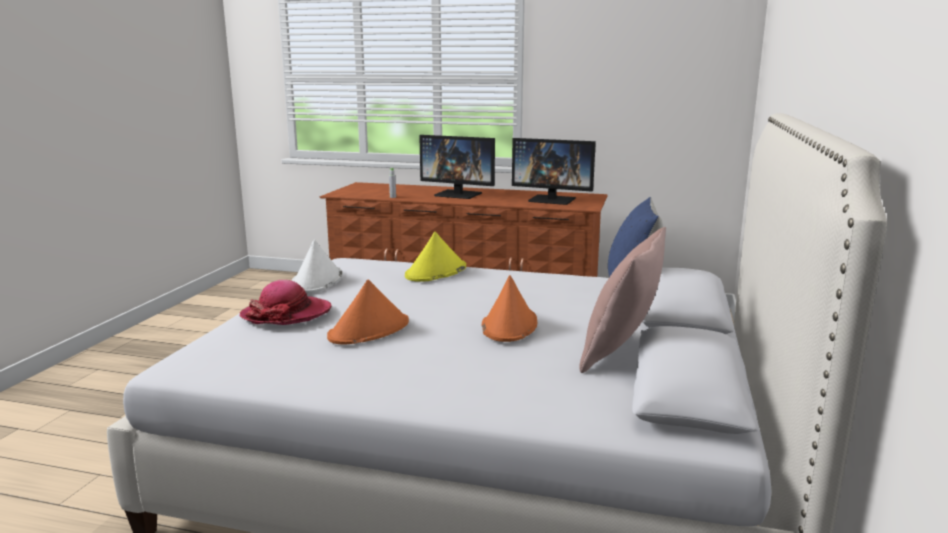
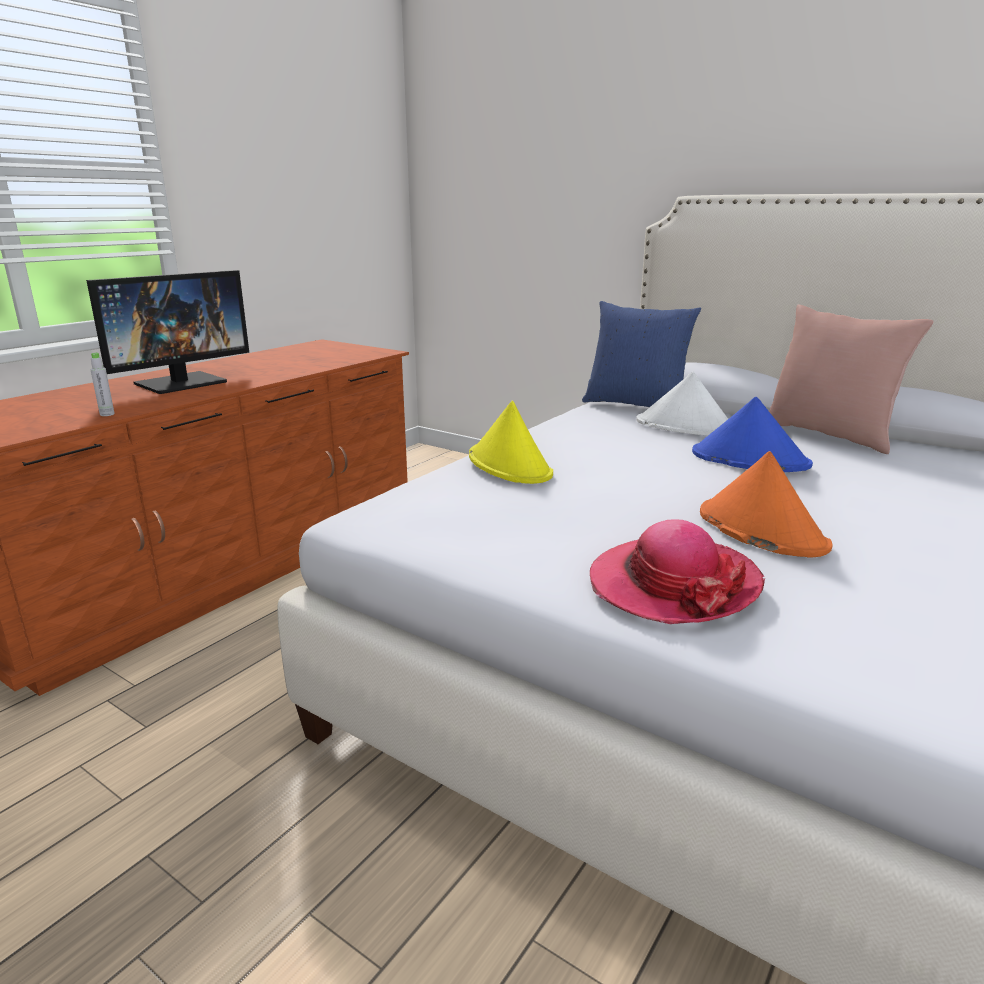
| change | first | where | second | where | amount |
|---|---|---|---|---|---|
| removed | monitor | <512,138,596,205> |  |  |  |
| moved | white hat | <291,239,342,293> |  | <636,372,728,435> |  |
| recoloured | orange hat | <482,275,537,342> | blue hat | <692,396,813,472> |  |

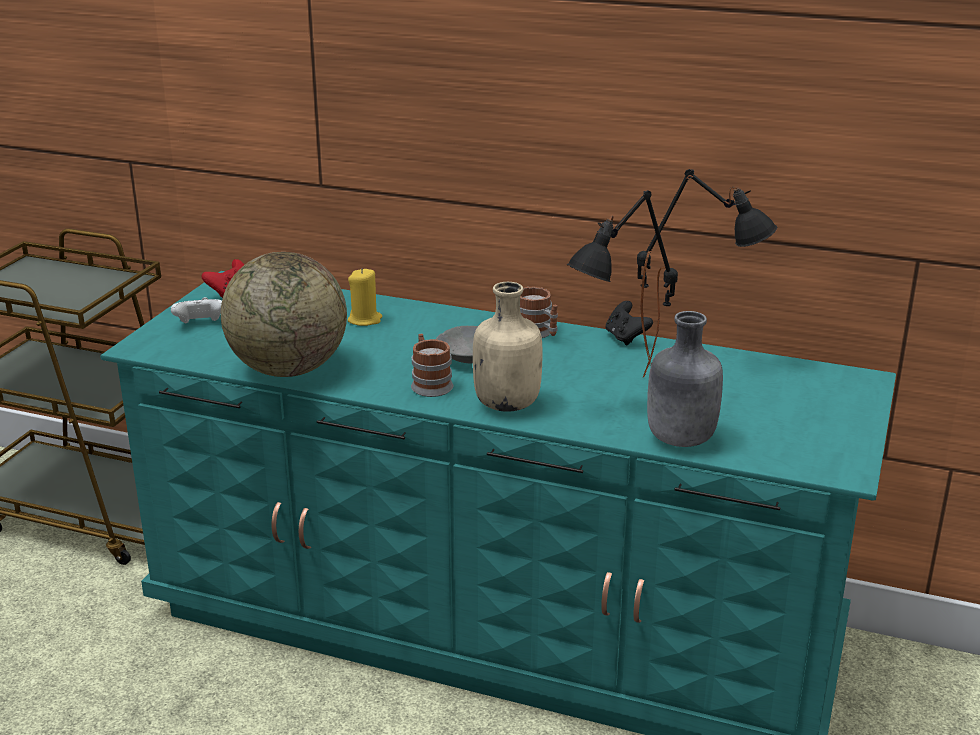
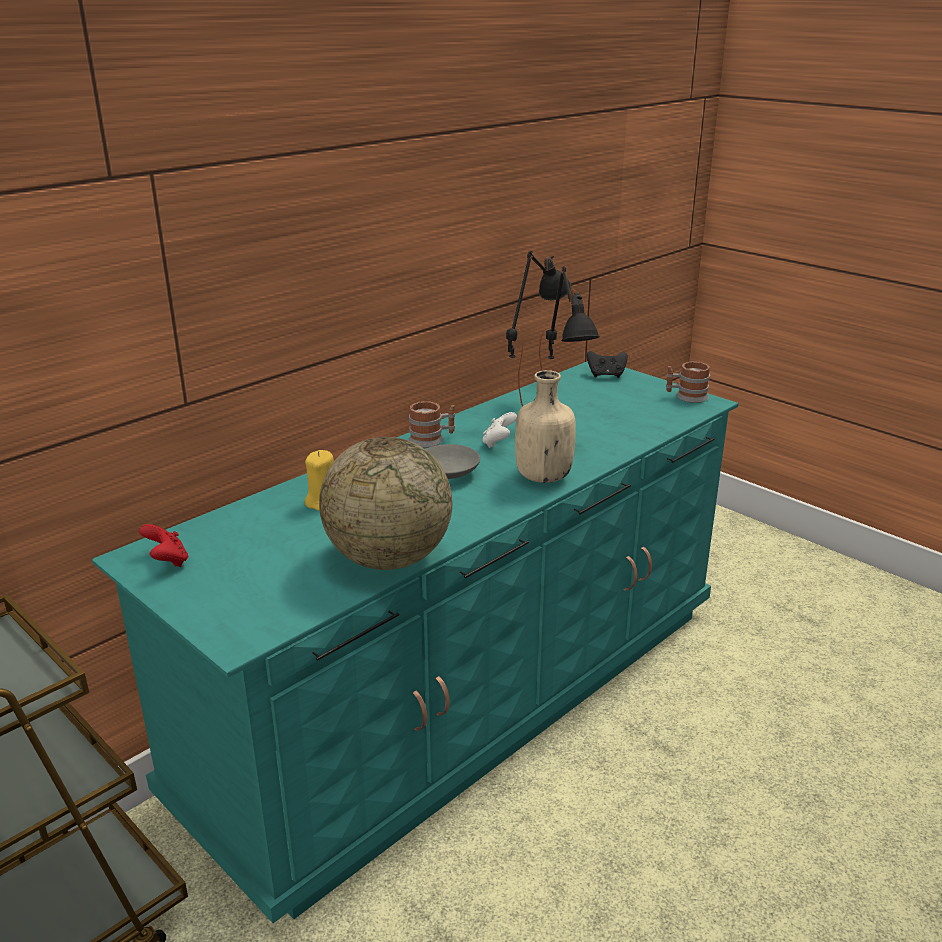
| change | first | where | second | where | amount |
|---|---|---|---|---|---|
| removed | grey bottle | <647,311,723,447> |  |  |  |
| moved | white game controller | <171,297,222,323> |  | <482,412,517,448> |  |
| moved | mug | <411,334,453,397> |  | <666,362,710,403> |  |
| moved | black game controller | <605,301,653,345> |  | <587,351,628,378> |  |

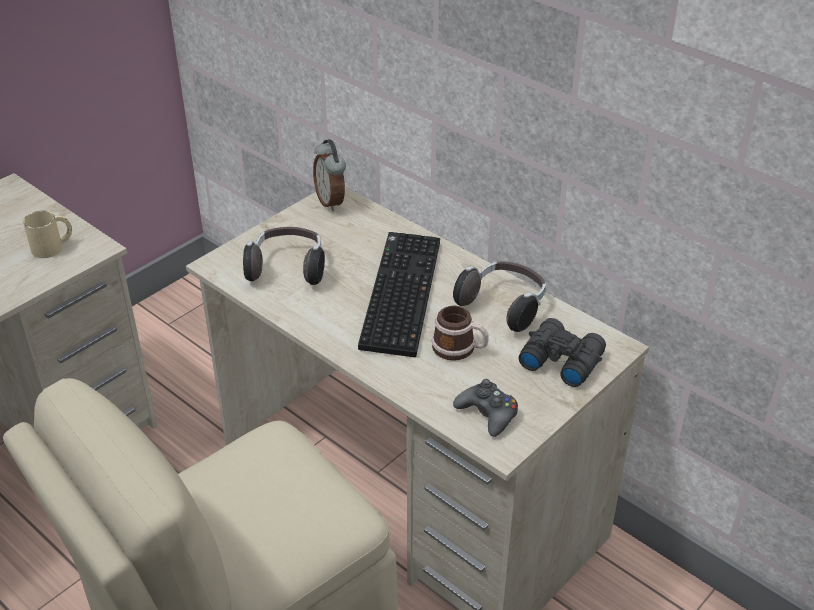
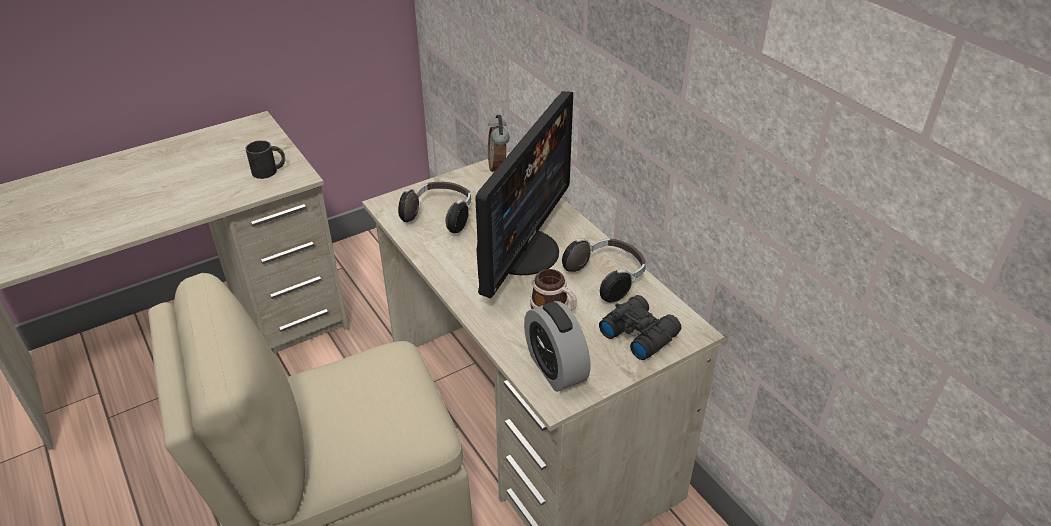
| change | first | where | second | where | amount |
|---|---|---|---|---|---|
| replaced | keyboard | <358,232,440,357> | monitor | <475,91,573,299> |  |
| replaced | black game controller | <453,379,518,437> | alarm clock | <524,301,591,392> |  |
| recoloured | beige mug | <23,211,72,258> | black mug | <246,140,285,179> |  |

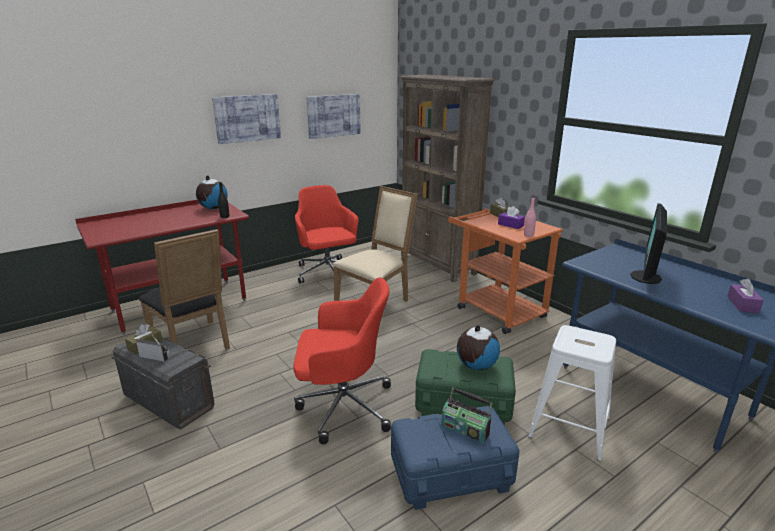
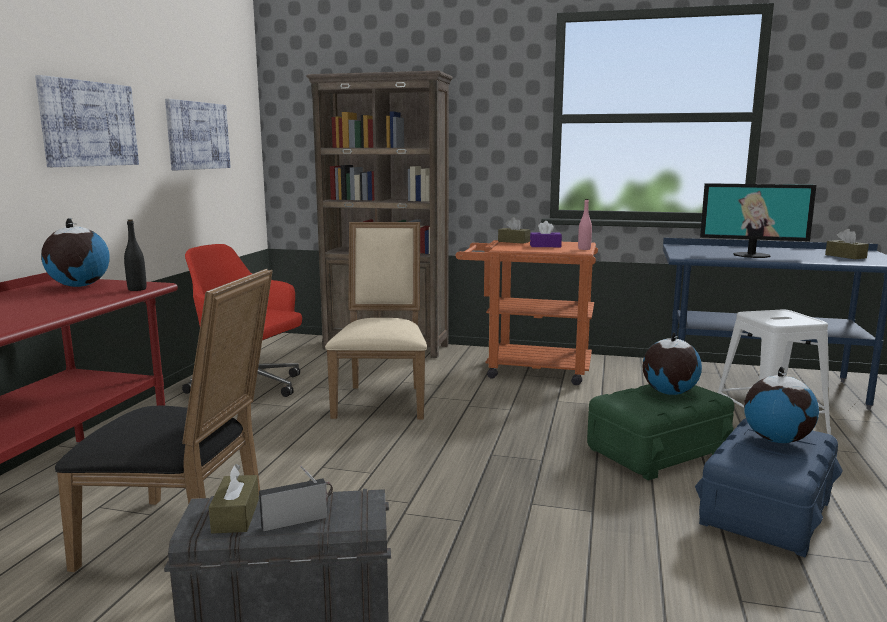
| change | first | where | second | where | amount |
|---|---|---|---|---|---|
| removed | red office chair | <294,277,391,444> |  |  |  |
| replaced | radio | <442,388,493,444> | globe | <744,367,819,443> |  |
| recoloured | purple tissue box | <727,279,764,313> | brown tissue box | <825,229,869,259> |  |
| turned | monitor | <630,203,667,284> |  | <700,183,817,258> | 60 degrees counterclockwise |

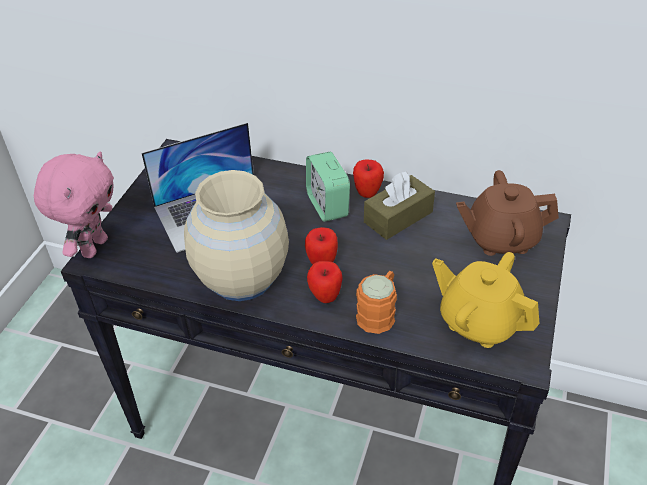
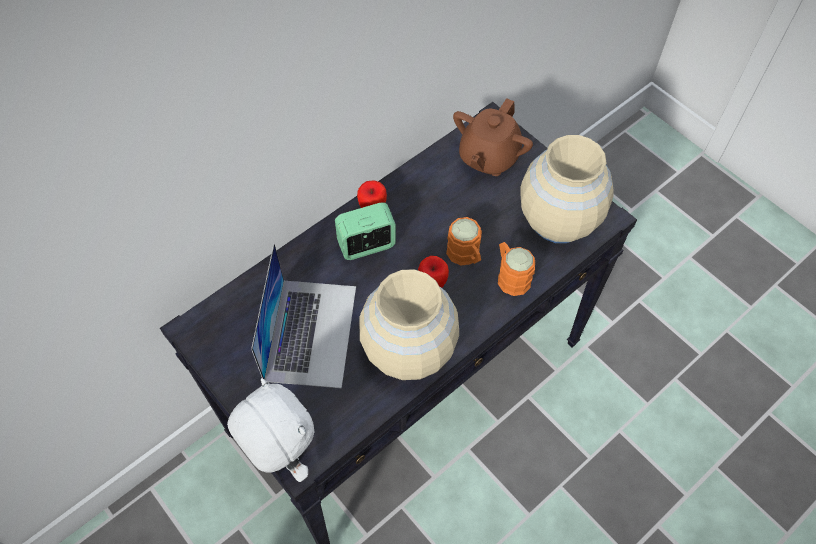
| change | first | where | second | where | amount |
|---|---|---|---|---|---|
| removed | apple | <307,261,343,303> |  |  |  |
| removed | brown tissue box | <364,172,435,240> |  |  |  |
| added |  |  | orange mug | <446,217,482,266> |  |
| replaced | yellow teapot | <432,252,540,348> | beige vase | <520,135,614,243> |  |
| recoloured | pink plush toy | <34,152,114,258> | white plush toy | <227,378,315,482> |  |
| turned | alarm clock | <306,152,350,222> |  | <335,202,396,260> | 150 degrees clockwise |

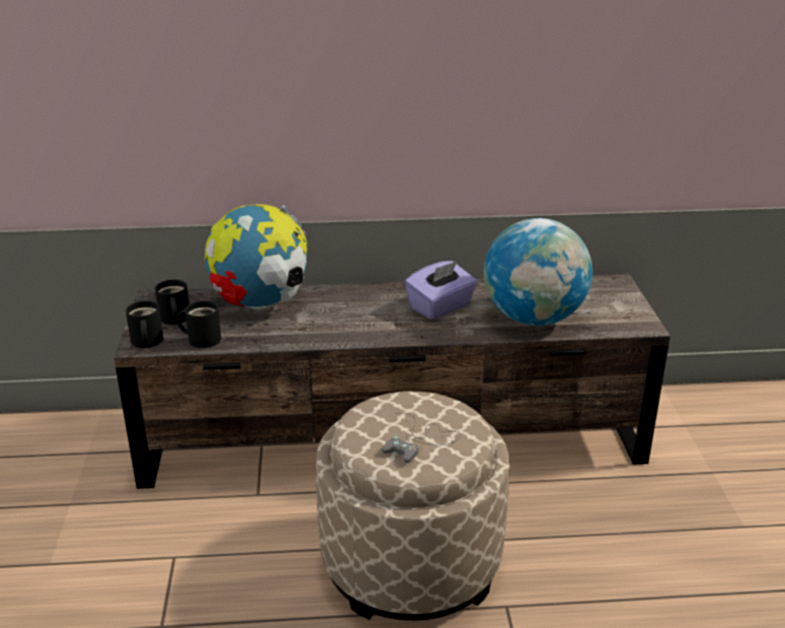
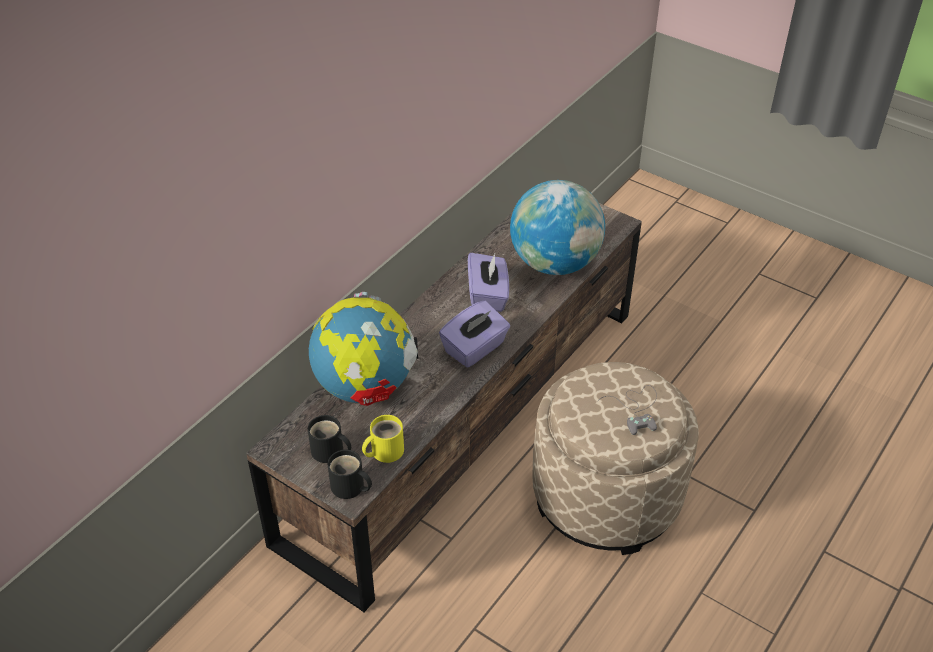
| change | first | where | second | where | amount |
|---|---|---|---|---|---|
| added |  |  | purple tissue box | <439,301,510,368> |  |
| recoloured | black mug | <177,301,221,348> | yellow mug | <362,415,404,463> |  |

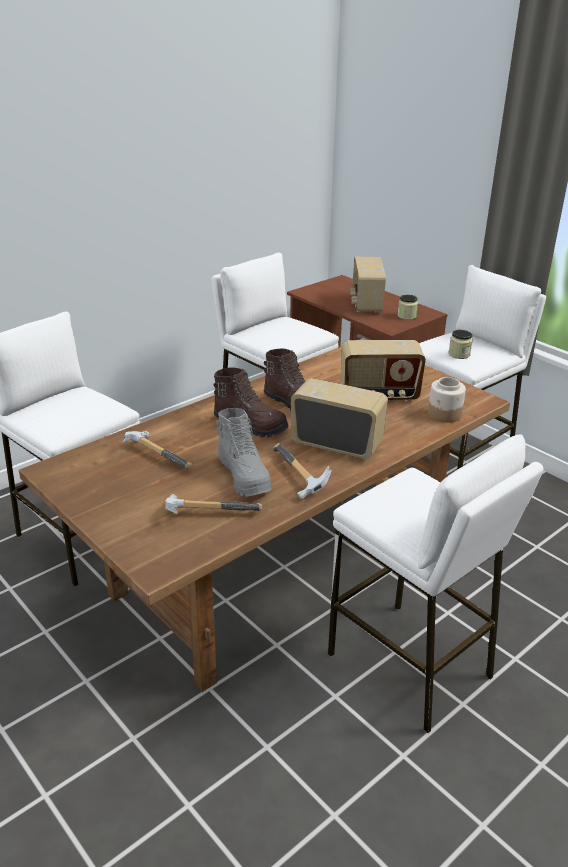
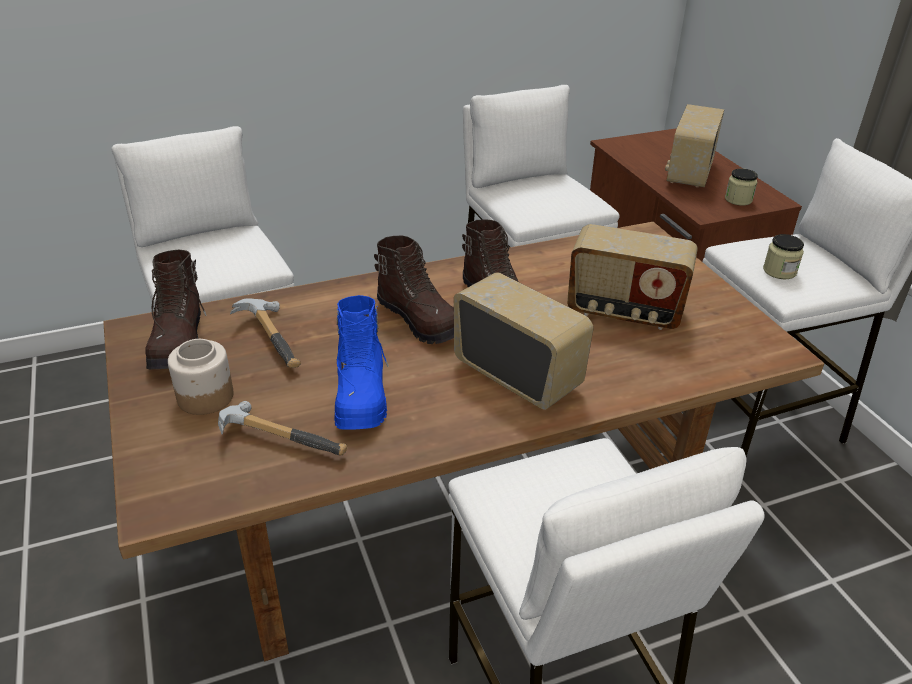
| change | first | where | second | where | amount |
|---|---|---|---|---|---|
| removed | hammer | <273,443,331,500> |  |  |  |
| added |  |  | brown boot | <145,249,207,369> |  |
| moved | jar | <428,377,466,423> |  | <168,339,234,415> |  |
| recoloured | grey boot | <216,408,272,497> | blue boot | <334,295,389,430> |  |

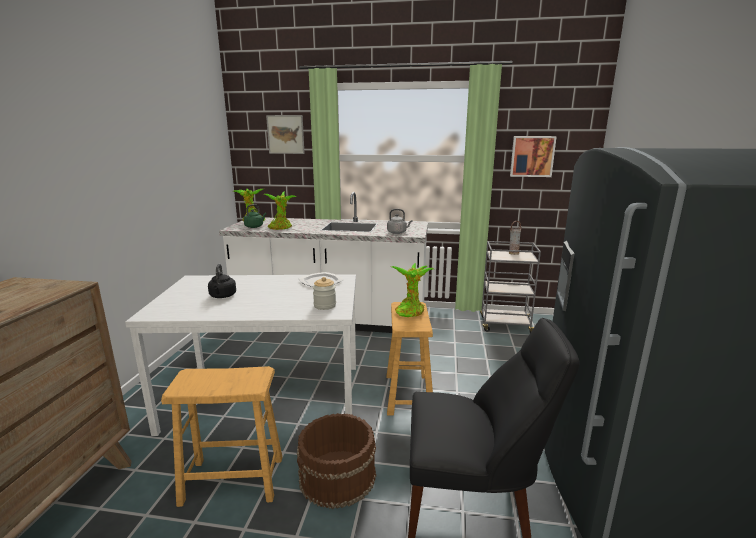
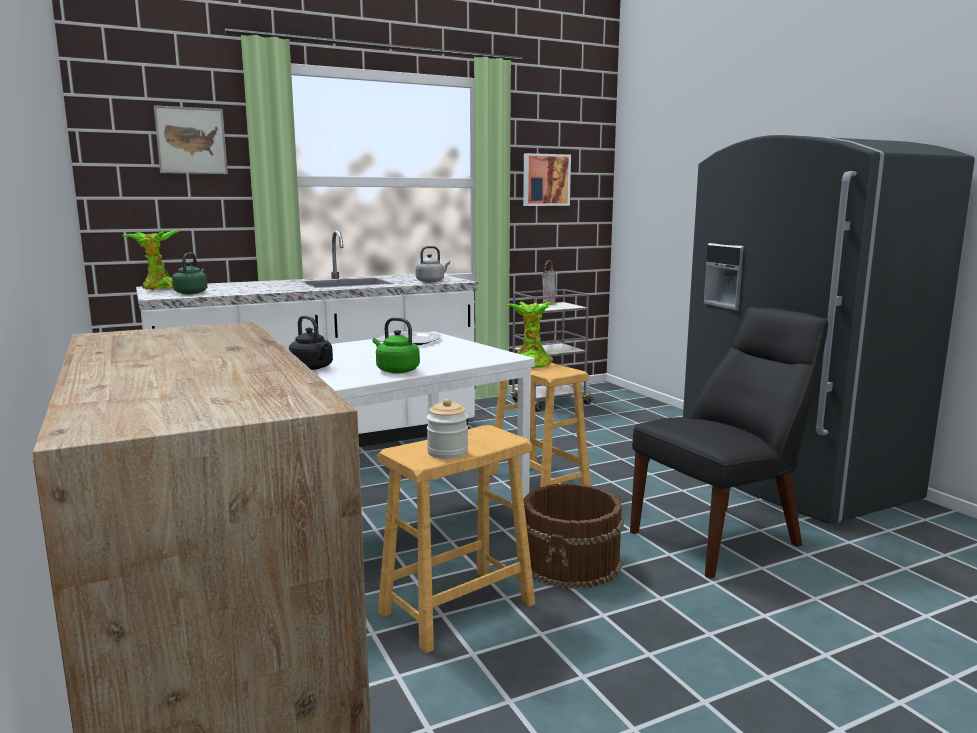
| change | first | where | second | where | amount |
|---|---|---|---|---|---|
| removed | potted plant | <264,192,296,230> |  |  |  |
| added |  |  | green kettle | <373,317,420,373> |  |
| moved | jar | <313,277,336,310> |  | <426,398,468,459> |  |

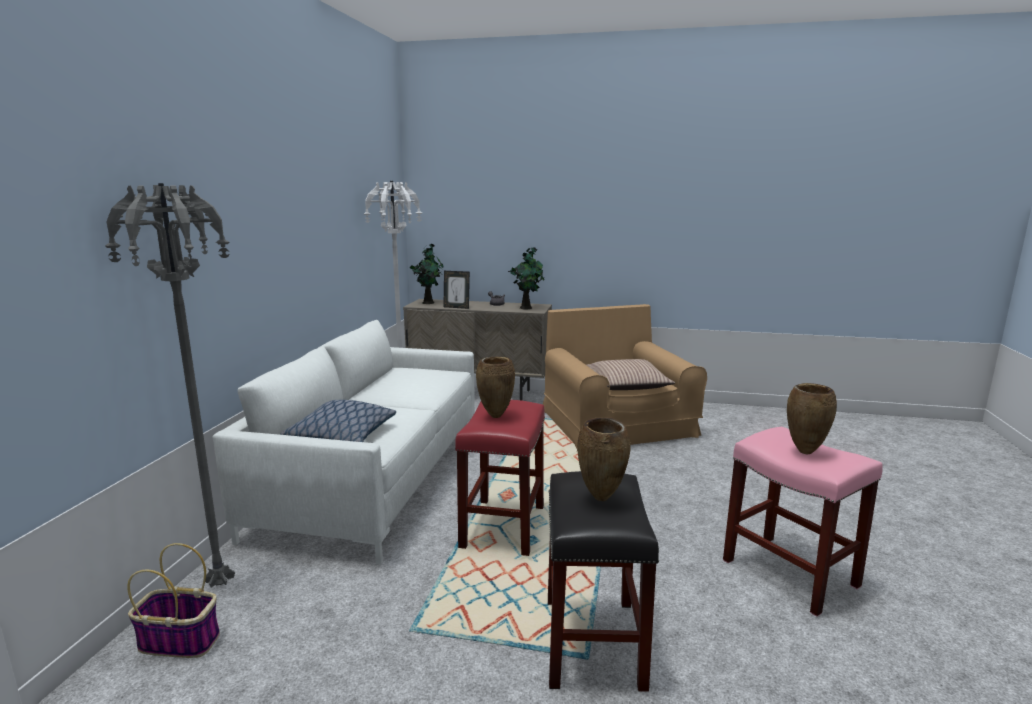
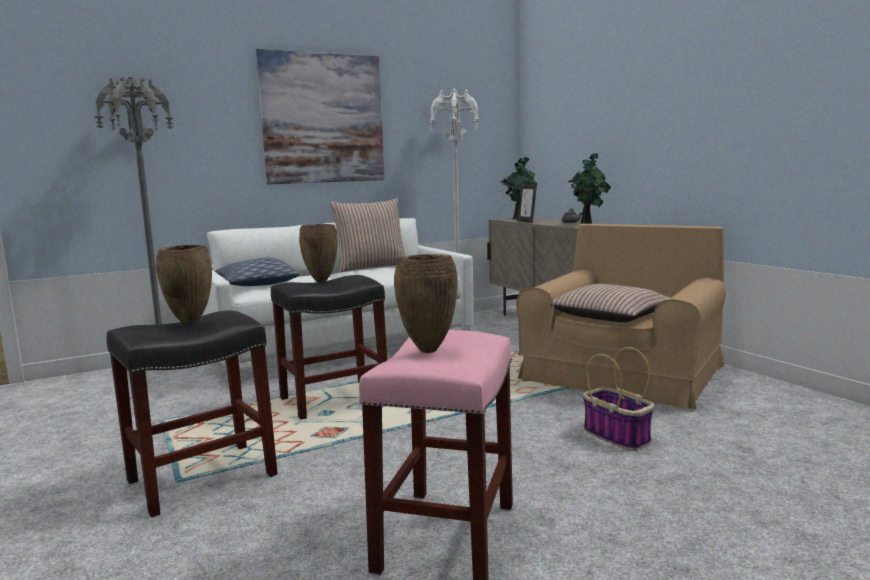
| change | first | where | second | where | amount |
|---|---|---|---|---|---|
| added |  |  | picture | <256,49,385,184> |  |
| added |  |  | pillow | <330,198,406,272> |  |
| moved | basket | <127,543,220,658> |  | <583,347,654,451> |  |
| recoloured | red stool | <455,400,545,556> | black stool | <271,275,387,420> |  |

